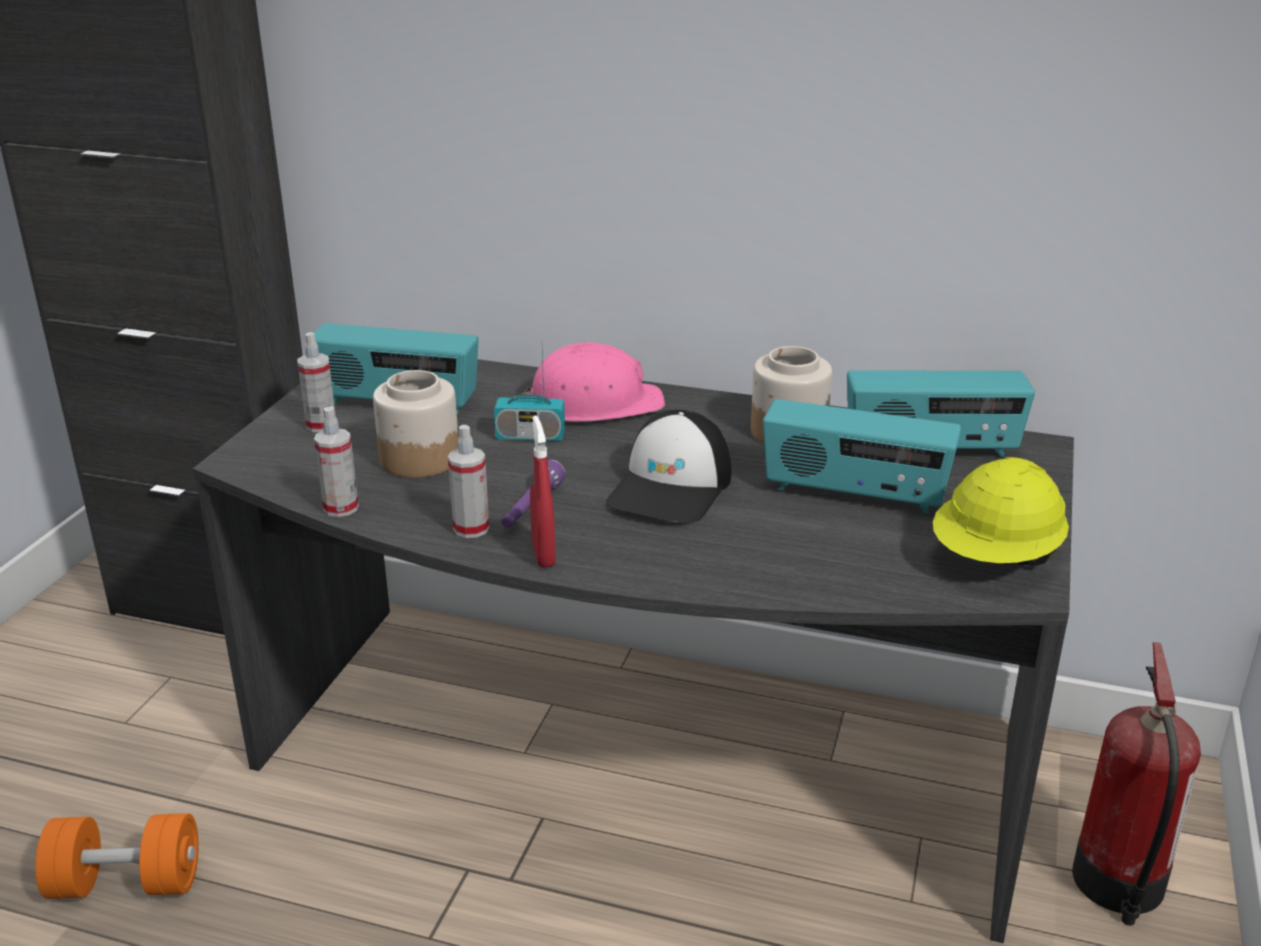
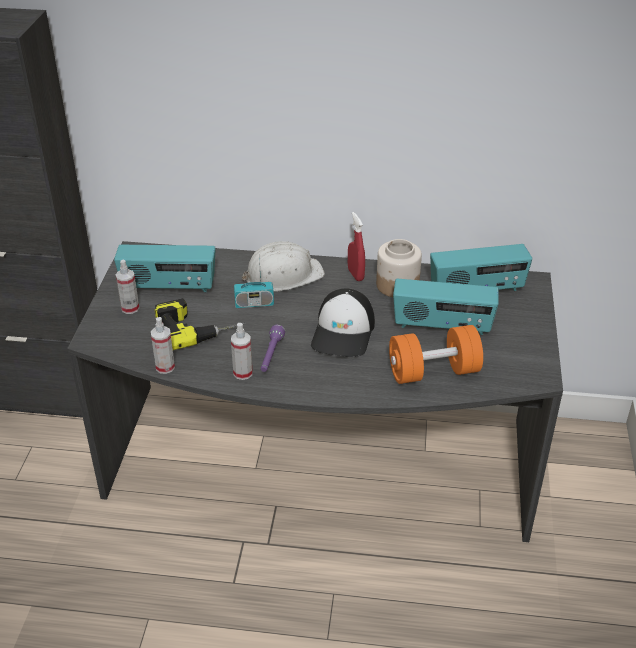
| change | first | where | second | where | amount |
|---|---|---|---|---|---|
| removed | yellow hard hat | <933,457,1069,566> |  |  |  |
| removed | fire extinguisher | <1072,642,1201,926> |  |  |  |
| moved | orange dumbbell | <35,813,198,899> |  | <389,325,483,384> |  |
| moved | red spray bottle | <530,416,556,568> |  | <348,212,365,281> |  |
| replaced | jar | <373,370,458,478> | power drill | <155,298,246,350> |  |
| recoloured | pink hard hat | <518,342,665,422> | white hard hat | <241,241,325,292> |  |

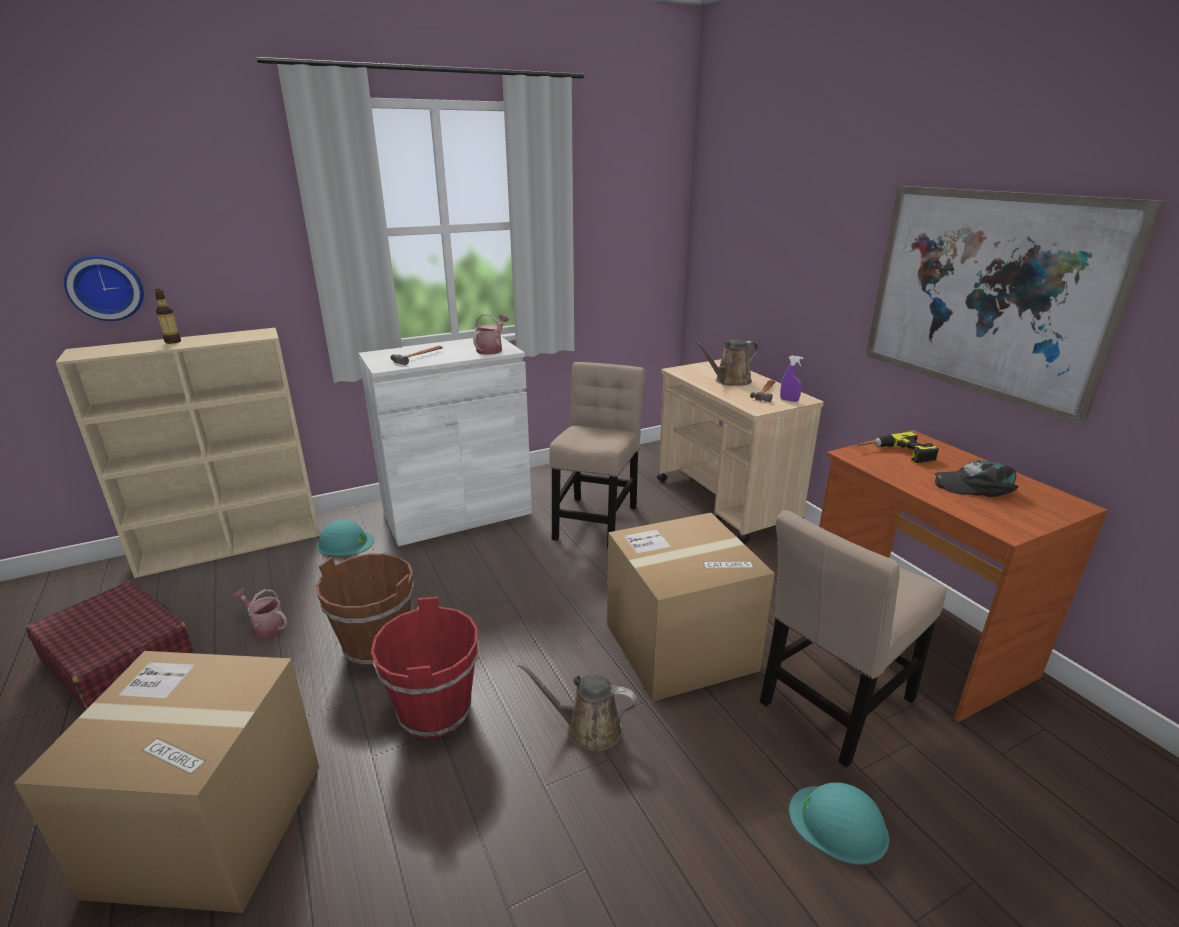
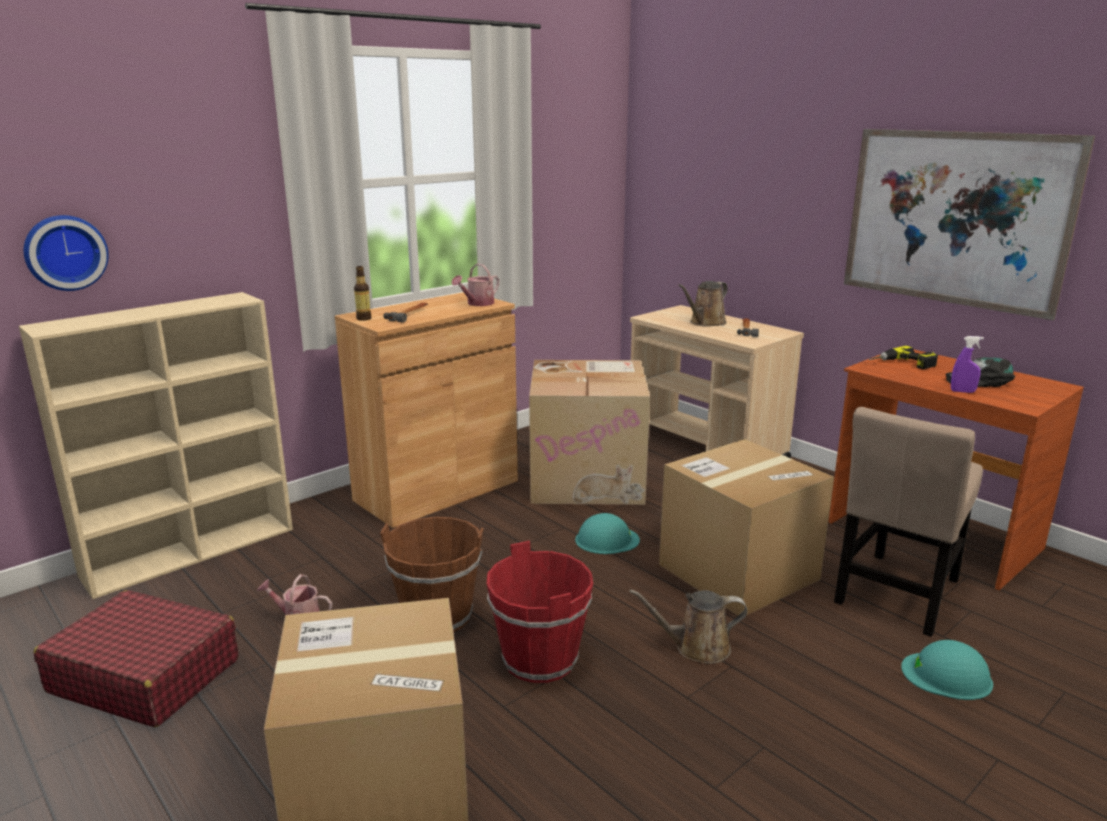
| change | first | where | second | where | amount |
|---|---|---|---|---|---|
| moved | bottle | <154,289,181,344> |  | <354,266,371,321> |  |
| moved | turquoise hard hat | <317,520,374,556> |  | <575,513,640,554> |  |
| moved | purple spray bottle | <780,356,803,402> |  | <951,336,984,393> |  |
| replaced | beige chair | <549,362,645,549> | cardboard box | <529,360,650,505> |  |
| recoloured | white cabinet | <358,337,532,546> | brown cabinet | <335,292,518,528> |  |
| turned | watering can | <473,313,509,355> |  | <451,263,499,306> | 150 degrees counterclockwise |

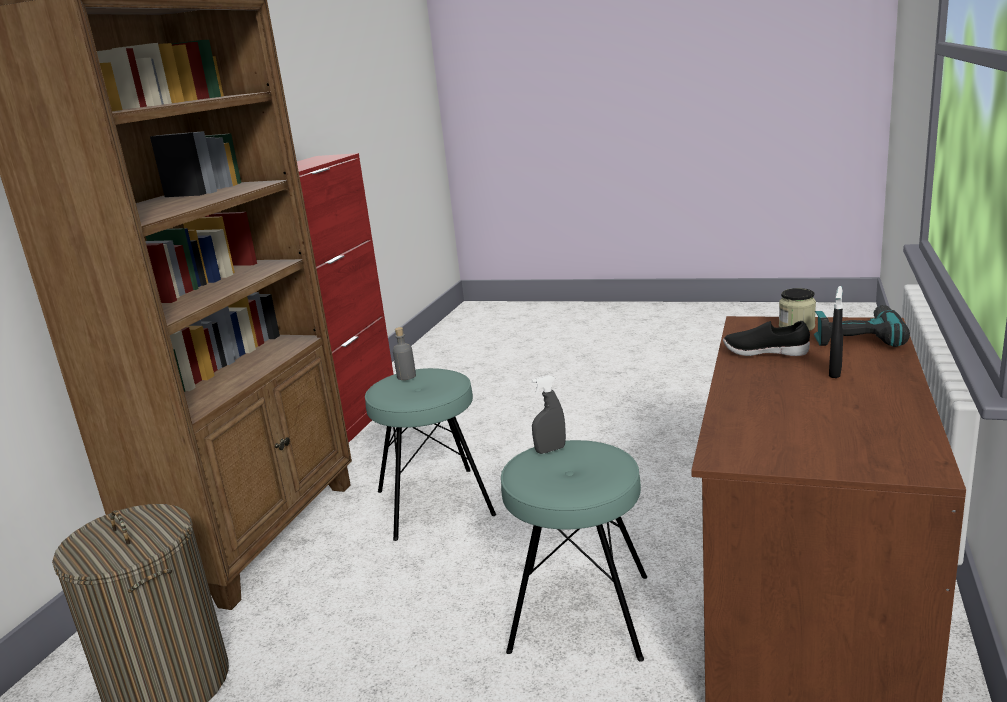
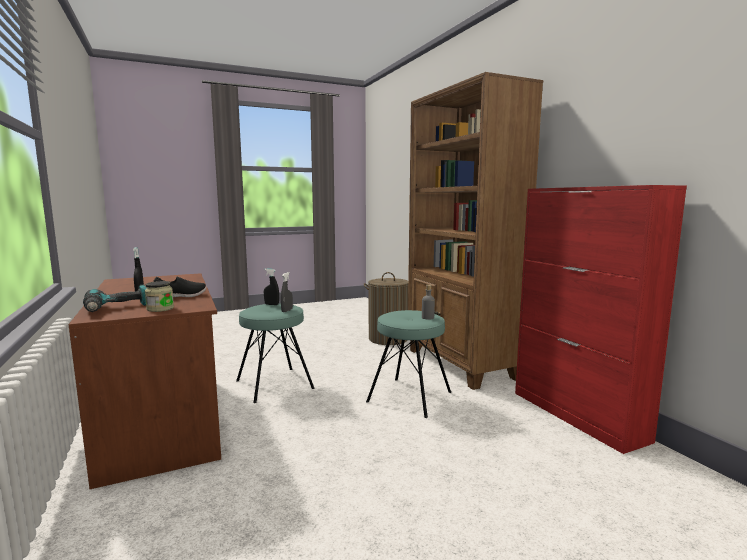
| change | first | where | second | where | amount |
|---|---|---|---|---|---|
| added |  |  | black spray bottle | <264,269,279,305> |  |

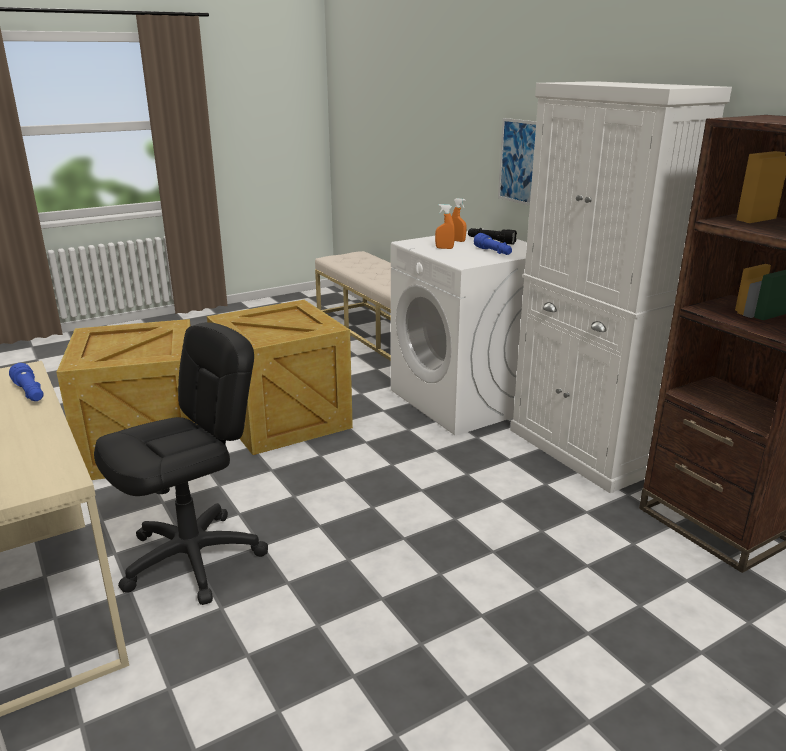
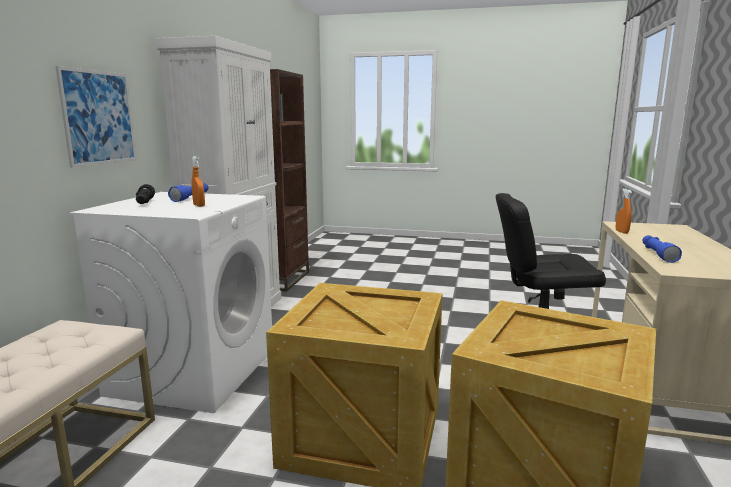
| change | first | where | second | where | amount |
|---|---|---|---|---|---|
| moved | orange spray bottle | <452,198,467,242> |  | <616,189,632,234> |  |

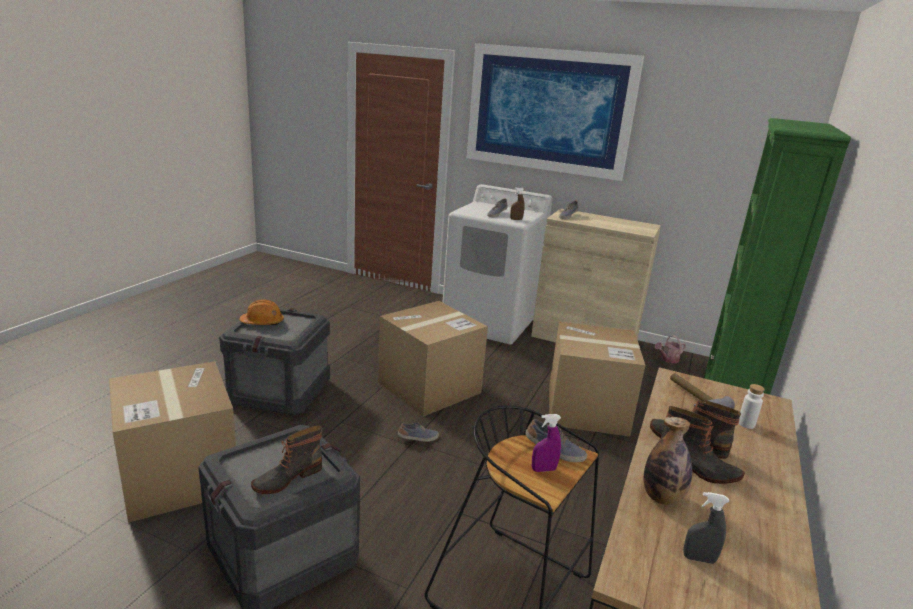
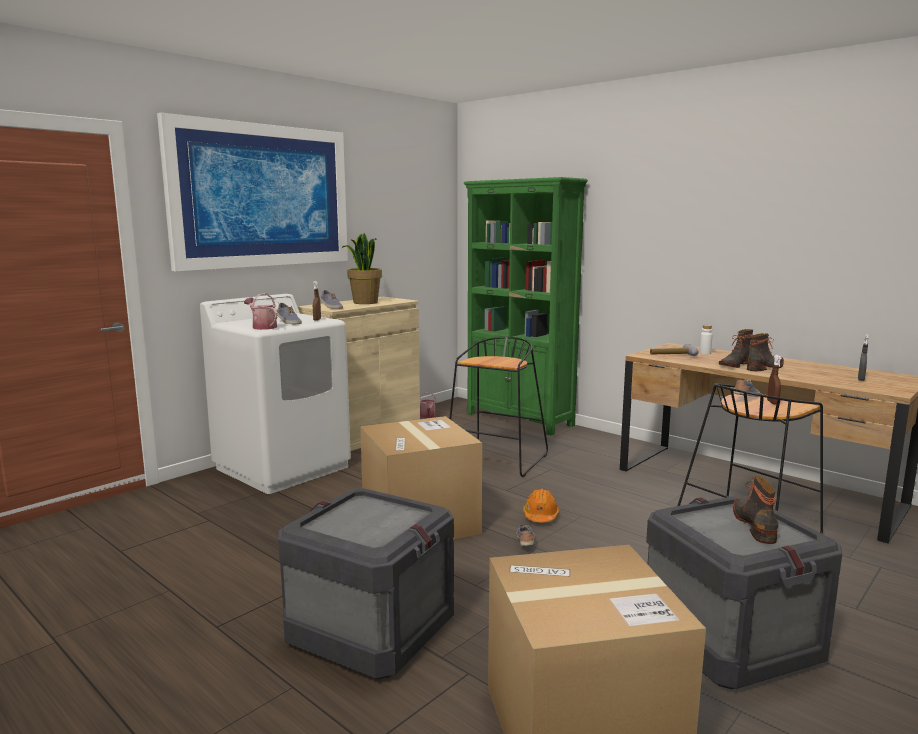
| change | first | where | second | where | amount |
|---|---|---|---|---|---|
| removed | bottle | <644,417,692,505> |  |  |  |
| added |  |  | watering can | <244,293,277,330> |  |
| added |  |  | potted plant | <342,233,382,304> |  |
| moved | orange hard hat | <239,299,284,325> |  | <523,488,559,522> |  |
| replaced | cardboard box | <549,321,646,436> | black stool | <450,337,548,477> |  |
| recoloured | purple spray bottle | <532,414,561,472> | brown spray bottle | <767,355,782,405> |  |
| turned | boot | <251,425,322,494> |  | <733,476,779,544> | 150 degrees counterclockwise |

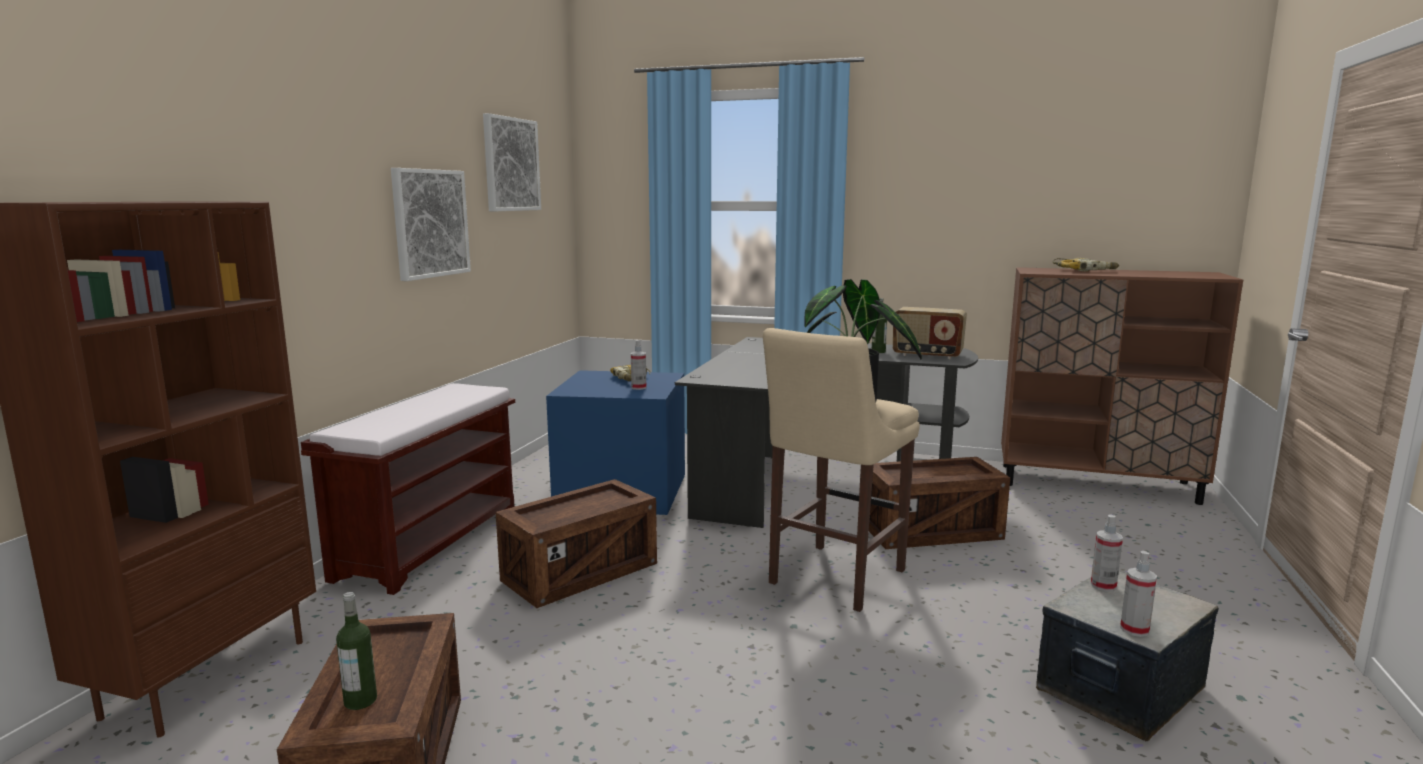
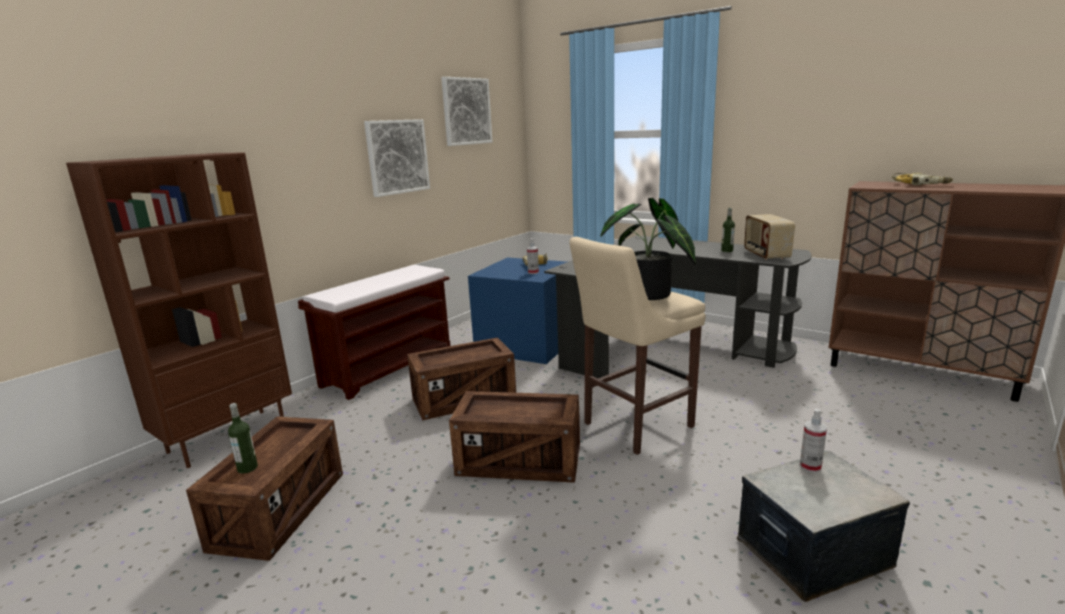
| change | first | where | second | where | amount |
|---|---|---|---|---|---|
| removed | spray bottle | <1120,551,1157,637> |  |  |  |
| moved | crate | <869,457,1010,549> |  | <449,391,580,483> |  |
| turned | radio | <893,307,967,359> |  | <744,214,795,260> | 45 degrees clockwise |

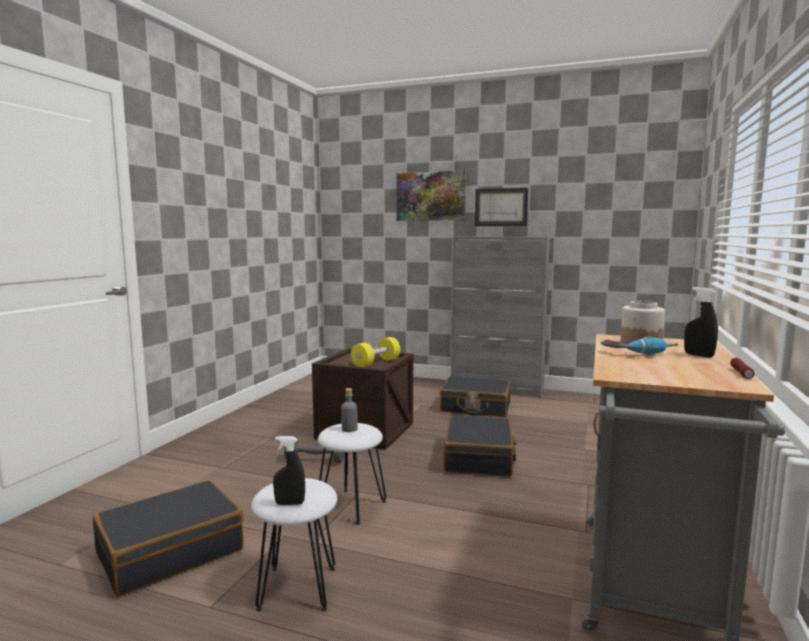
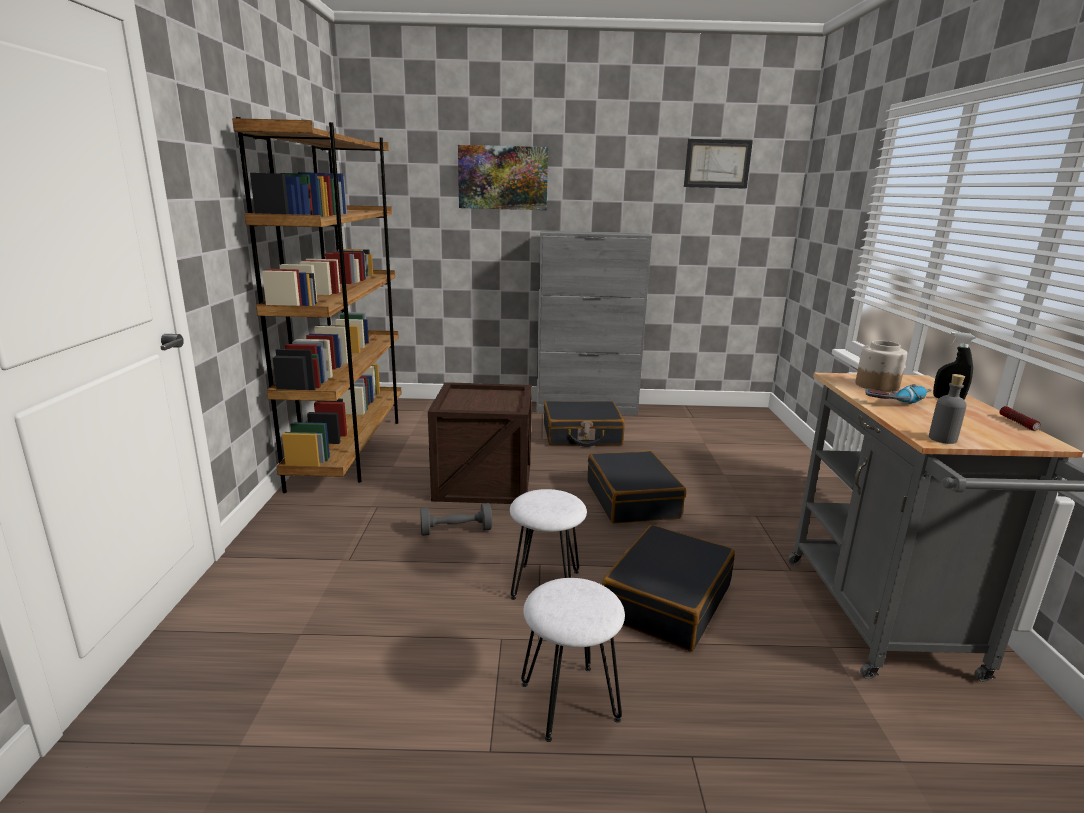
| change | first | where | second | where | amount |
|---|---|---|---|---|---|
| removed | black spray bottle | <273,436,305,505> |  |  |  |
| removed | yellow dumbbell | <351,337,400,367> |  |  |  |
| added |  |  | brown bookcase | <232,117,402,493> |  |
| moved | black suitcase | <92,480,244,597> |  | <602,525,735,651> |  |
| moved | grey bottle | <341,388,358,432> |  | <929,374,967,444> |  |
| moved | picture | <475,188,528,226> |  | <684,139,753,189> |  |

